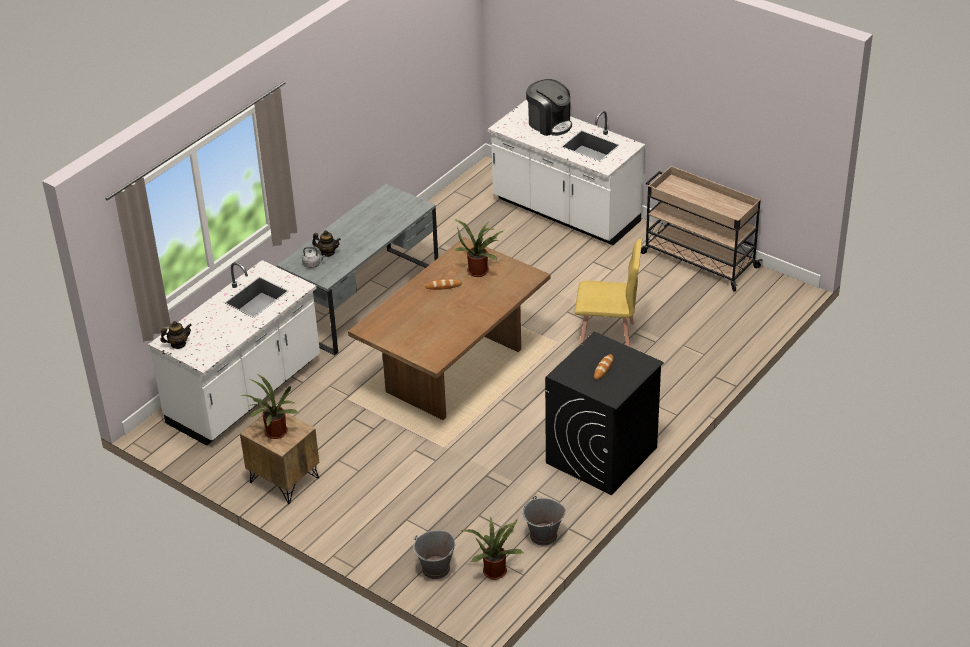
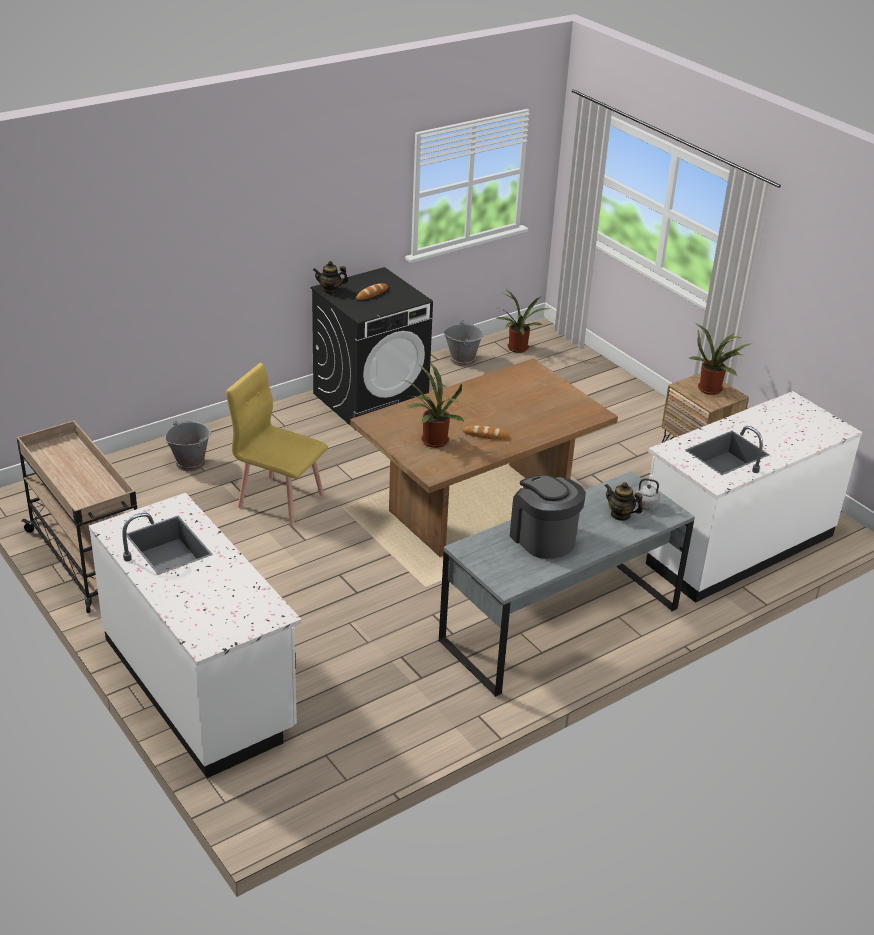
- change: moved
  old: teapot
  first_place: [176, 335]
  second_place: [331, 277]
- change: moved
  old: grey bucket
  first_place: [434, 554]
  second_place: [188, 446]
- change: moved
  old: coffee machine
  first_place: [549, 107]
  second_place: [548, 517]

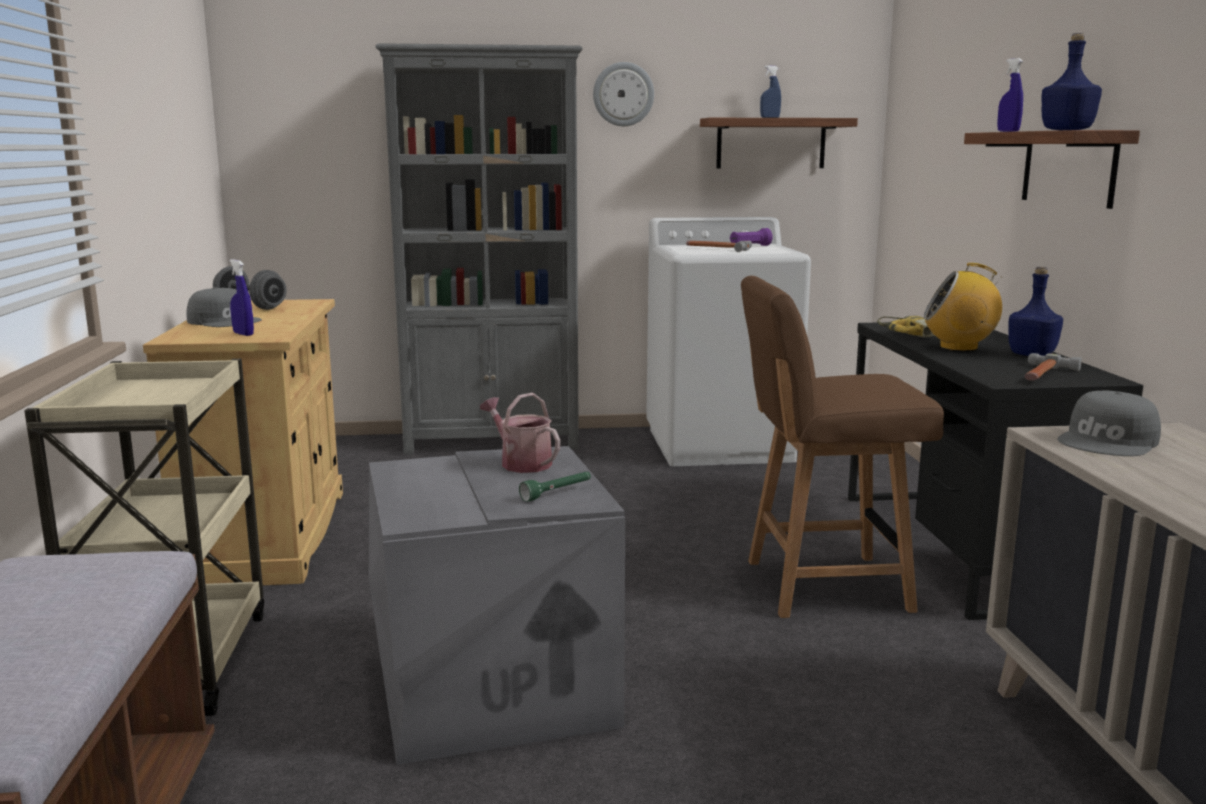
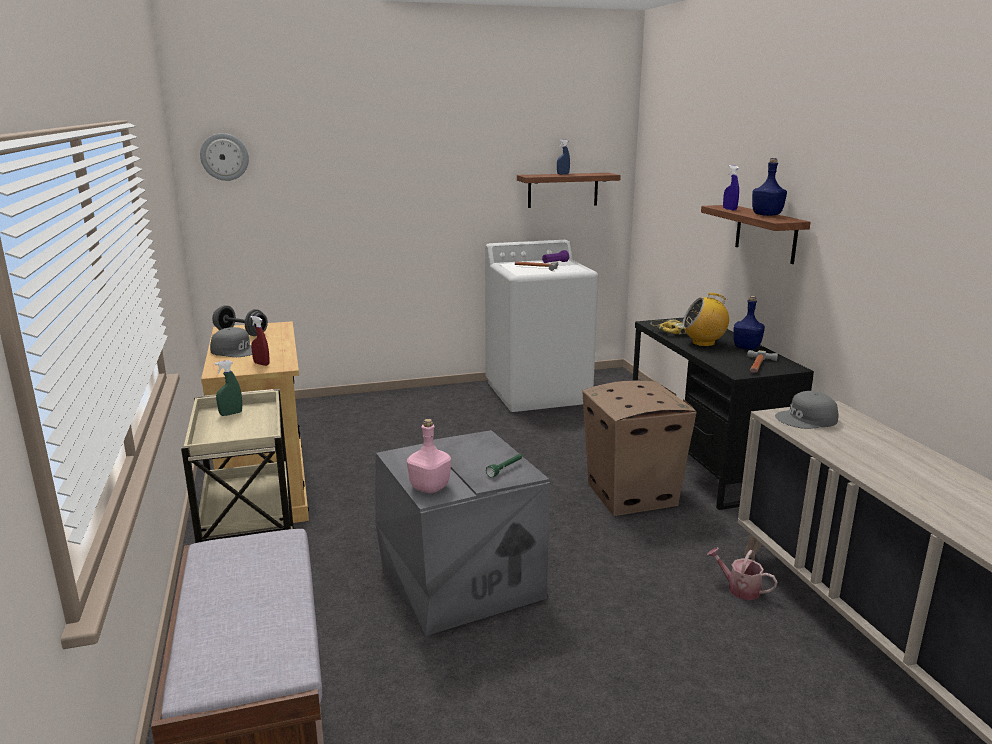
- change: removed
  old: grey bookcase
  first_place: [479, 248]
- change: added
  new: green spray bottle
  second_place: [228, 388]
- change: added
  new: pink bottle
  second_place: [429, 456]
- change: moved
  old: watering can
  first_place: [520, 433]
  second_place: [742, 573]
- change: moved
  old: wall clock
  first_place: [623, 94]
  second_place: [224, 157]
- change: replaced
  old: brown chair
  new: cardboard box
  first_place: [842, 447]
  second_place: [639, 448]
- change: recoloured
  old: blue spray bottle
  new: red spray bottle
  first_place: [241, 297]
  second_place: [260, 341]
- change: turned
  old: grey cap
  first_place: [1109, 423]
  second_place: [806, 410]
  degrees: 45

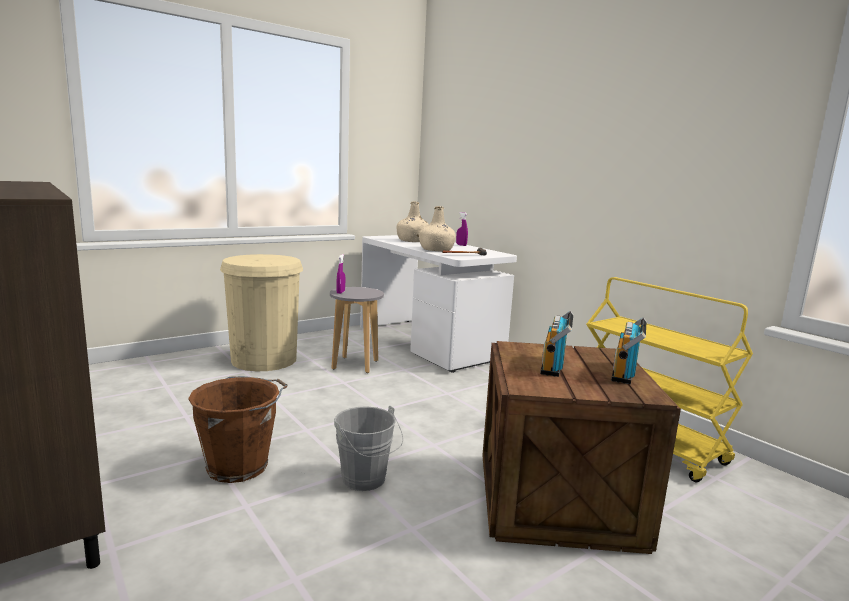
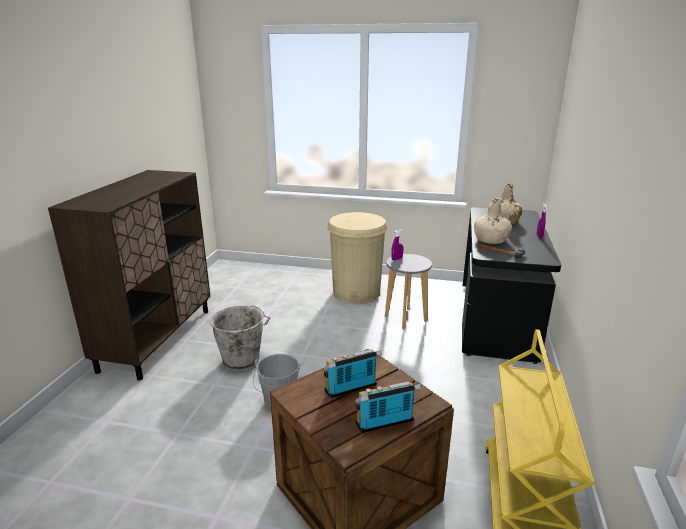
- change: recoloured
  old: brown bucket
  new: grey bucket
  first_place: [238, 429]
  second_place: [240, 338]
- change: recoloured
  old: white desk
  new: black desk
  first_place: [438, 304]
  second_place: [511, 285]

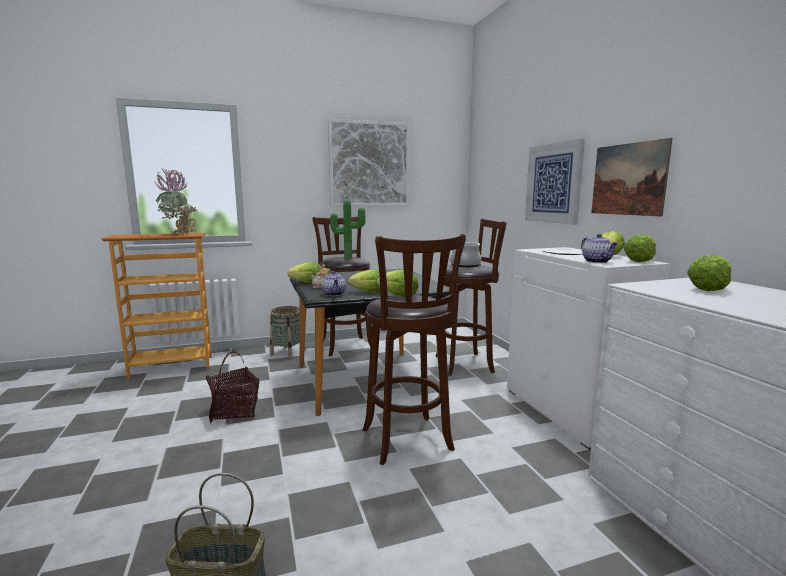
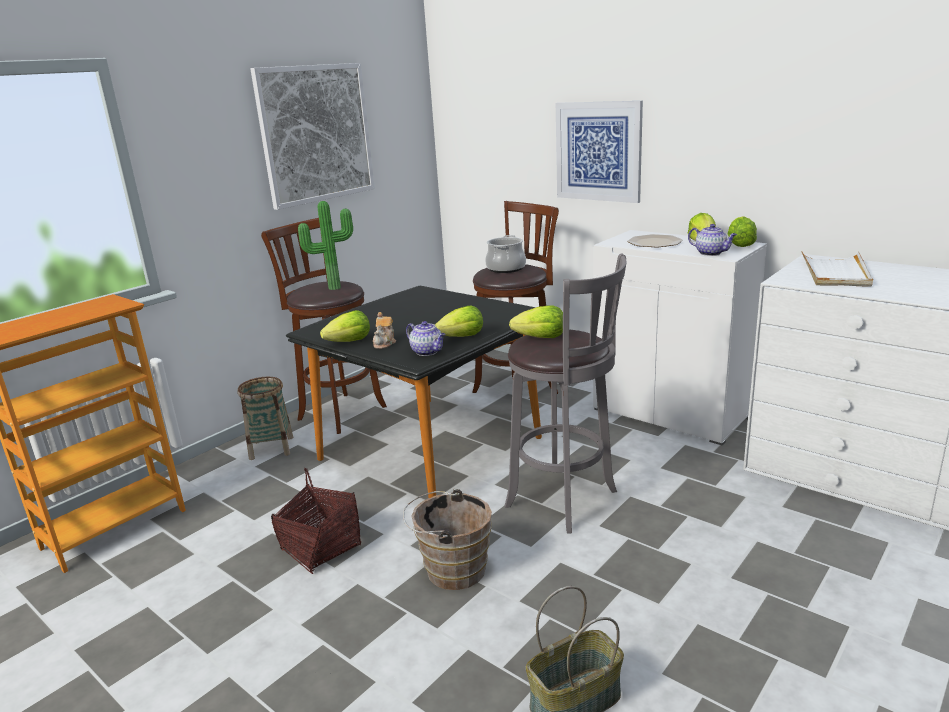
- change: removed
  old: potted plant
  first_place: [176, 201]
- change: removed
  old: picture
  first_place: [632, 177]
- change: added
  new: brown bucket
  second_place: [447, 539]
- change: replaced
  old: lettuce
  new: white tray
  first_place: [709, 273]
  second_place: [837, 269]
- change: recoloured
  old: brown stool
  new: grey stool
  first_place: [414, 349]
  second_place: [566, 393]

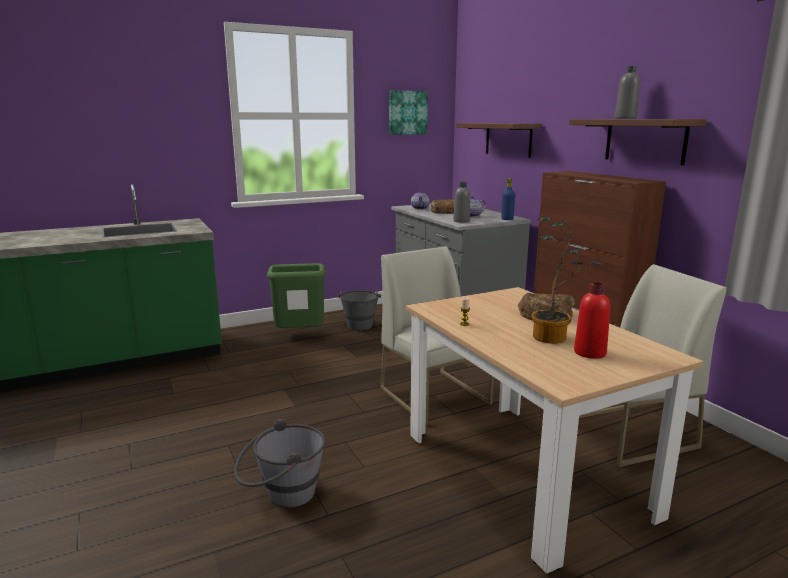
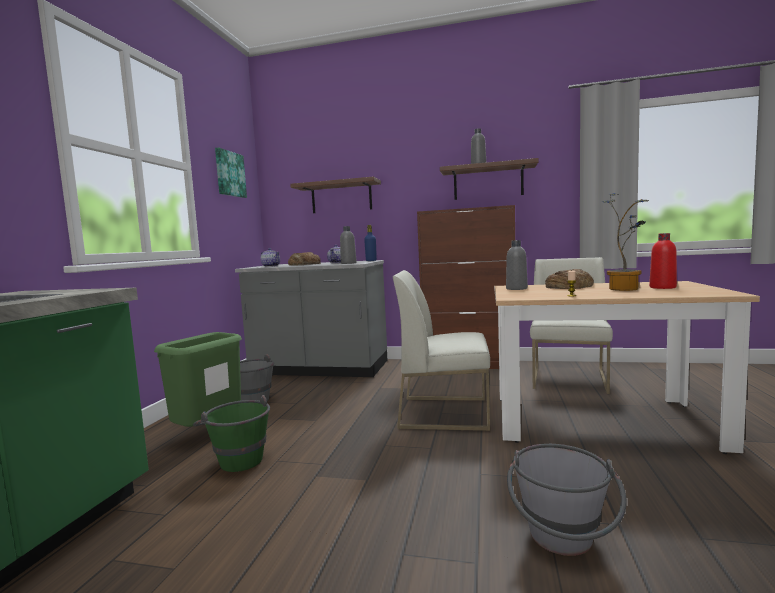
- change: added
  new: green bucket
  second_place: [231, 433]
- change: added
  new: grey bottle
  second_place: [517, 265]

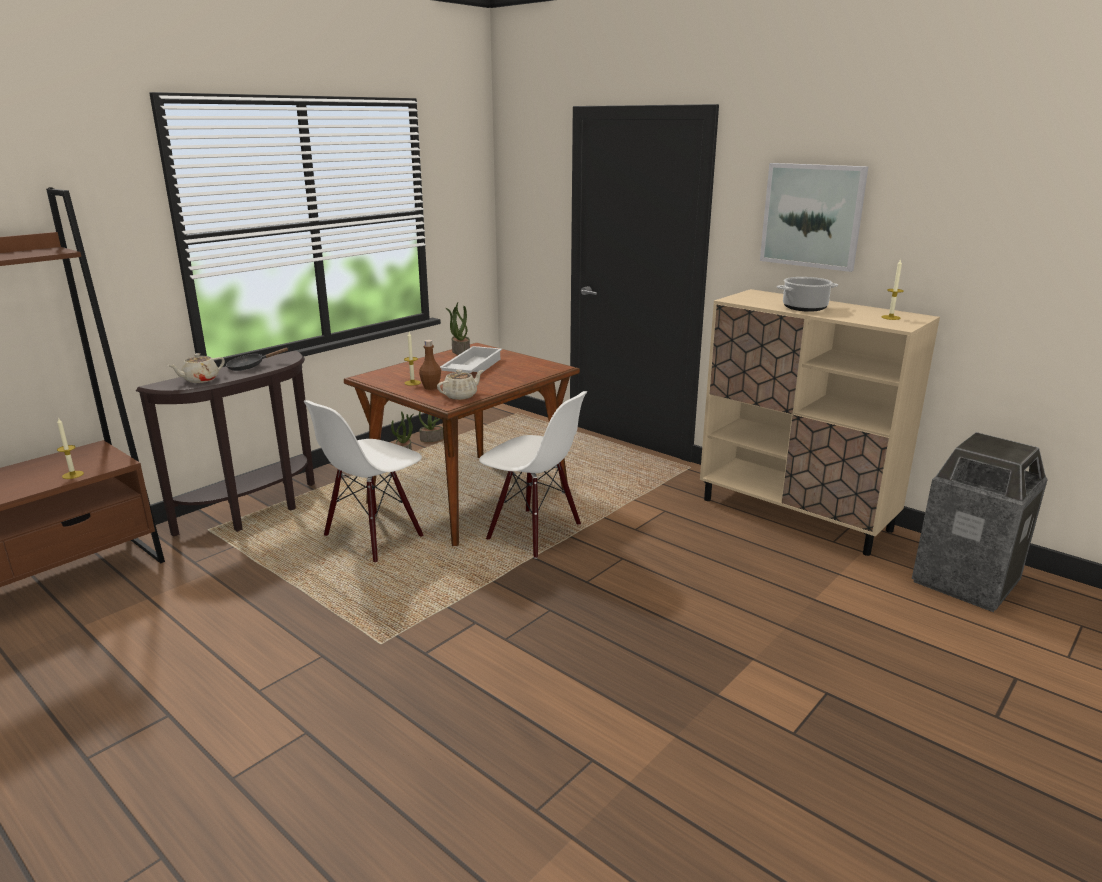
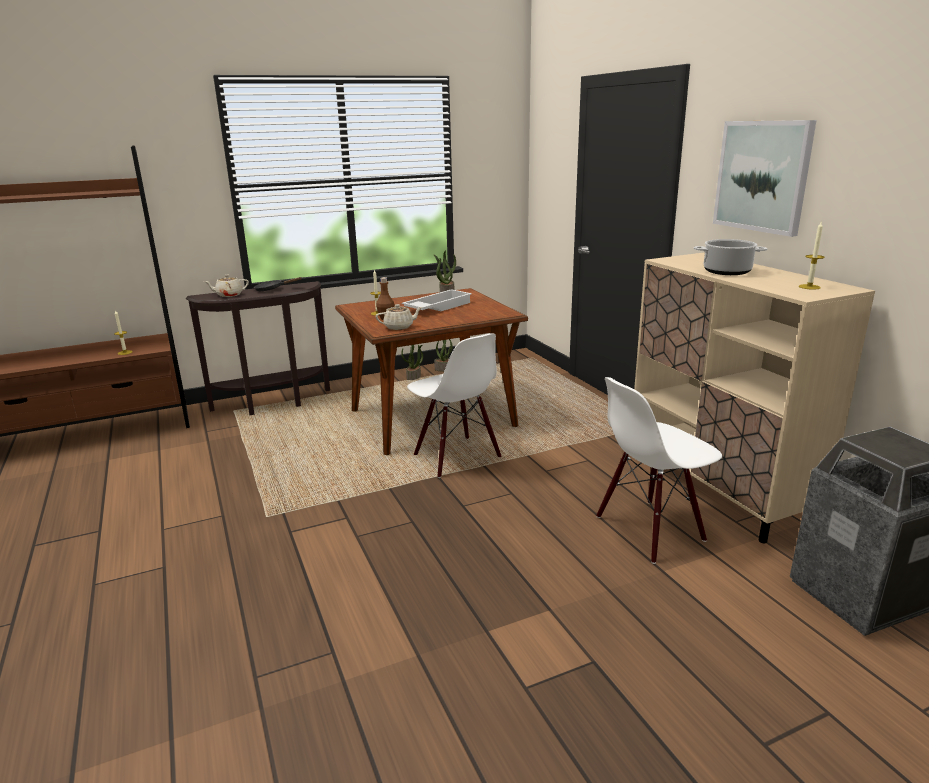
- change: moved
  old: white chair
  first_place: [364, 481]
  second_place: [659, 470]

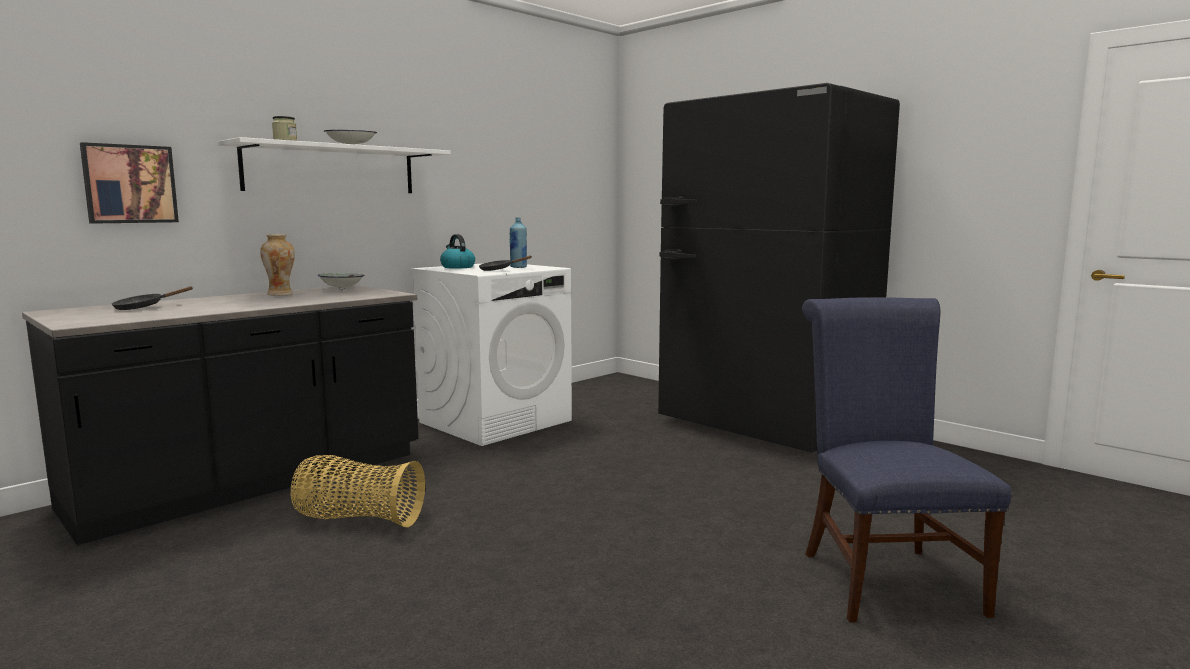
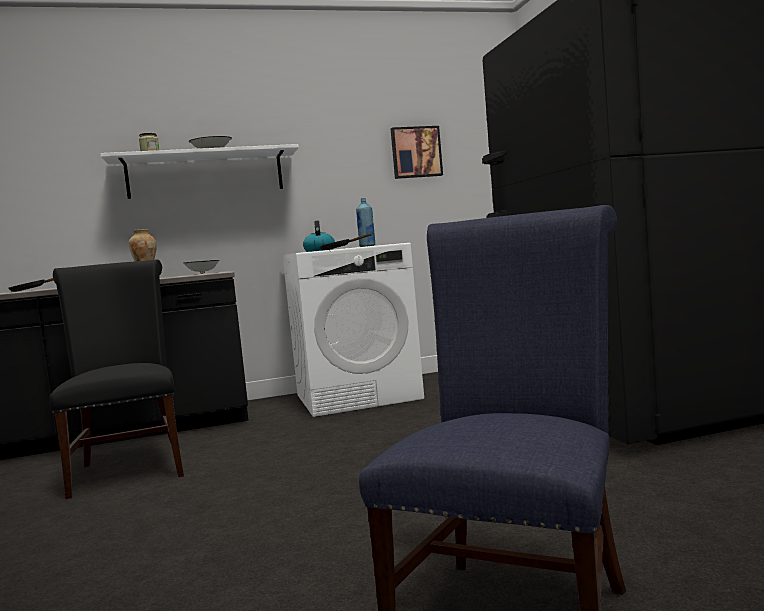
- change: moved
  old: picture
  first_place: [129, 183]
  second_place: [417, 152]
- change: replaced
  old: basket
  new: black chair
  first_place: [358, 491]
  second_place: [117, 379]

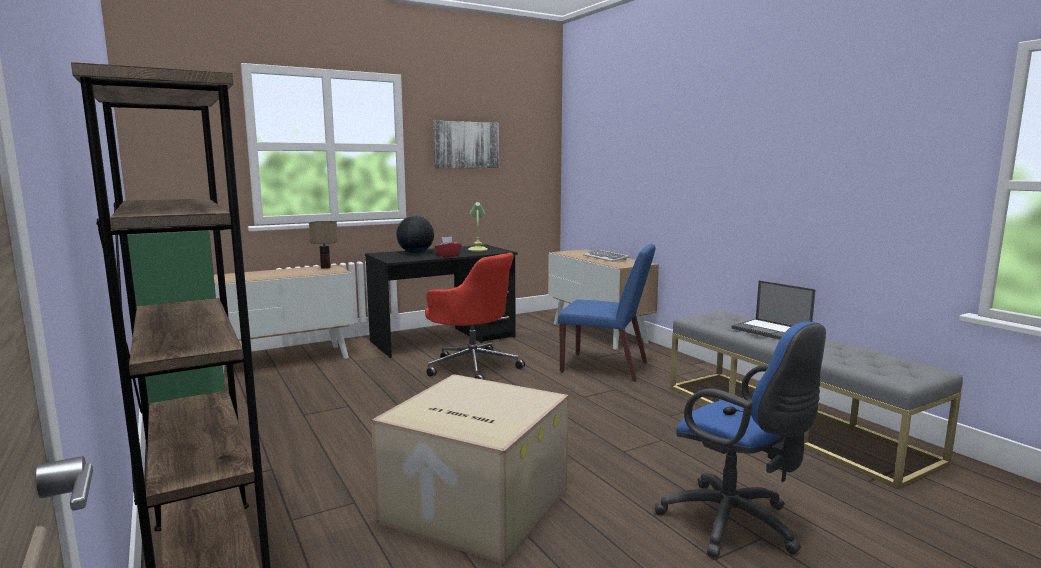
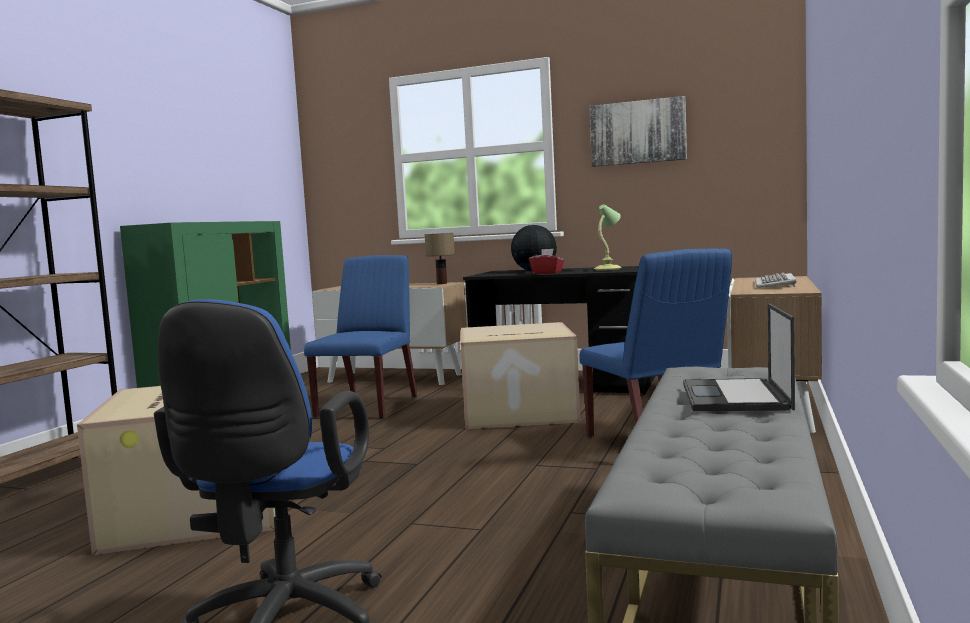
- change: added
  new: blue chair
  second_place: [360, 337]
- change: replaced
  old: red office chair
  new: cardboard box
  first_place: [475, 316]
  second_place: [520, 375]

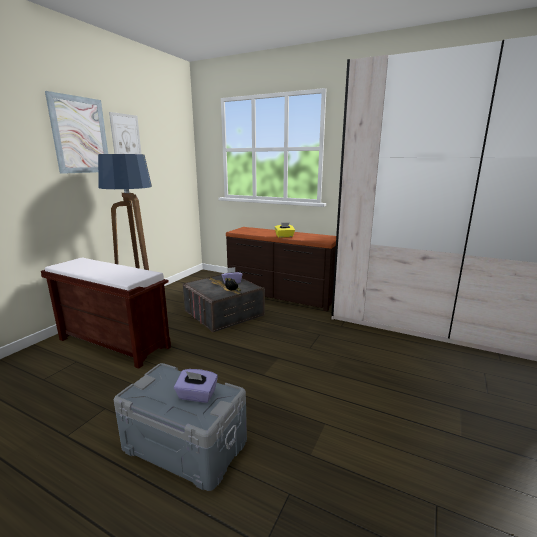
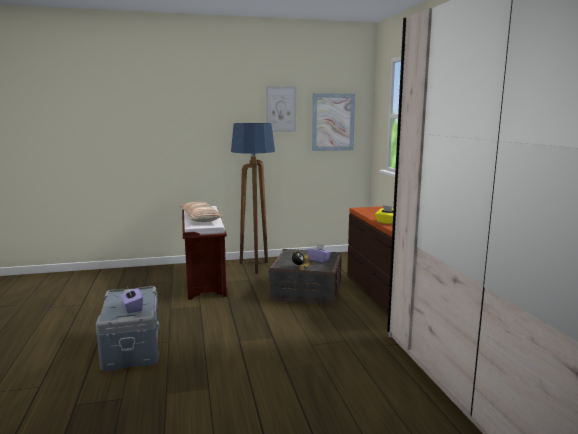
- change: added
  new: pillow
  second_place: [201, 212]
- change: moved
  old: picture
  first_place: [76, 132]
  second_place: [333, 122]

